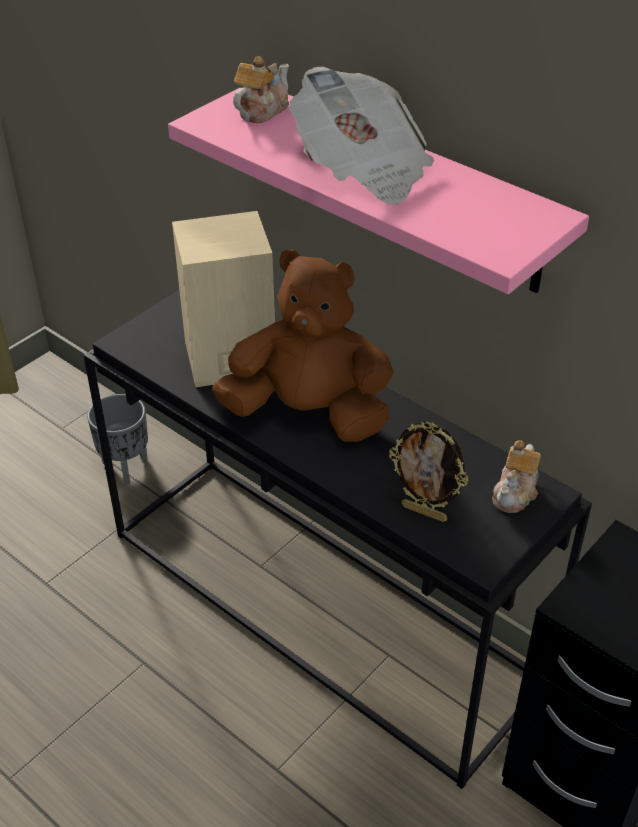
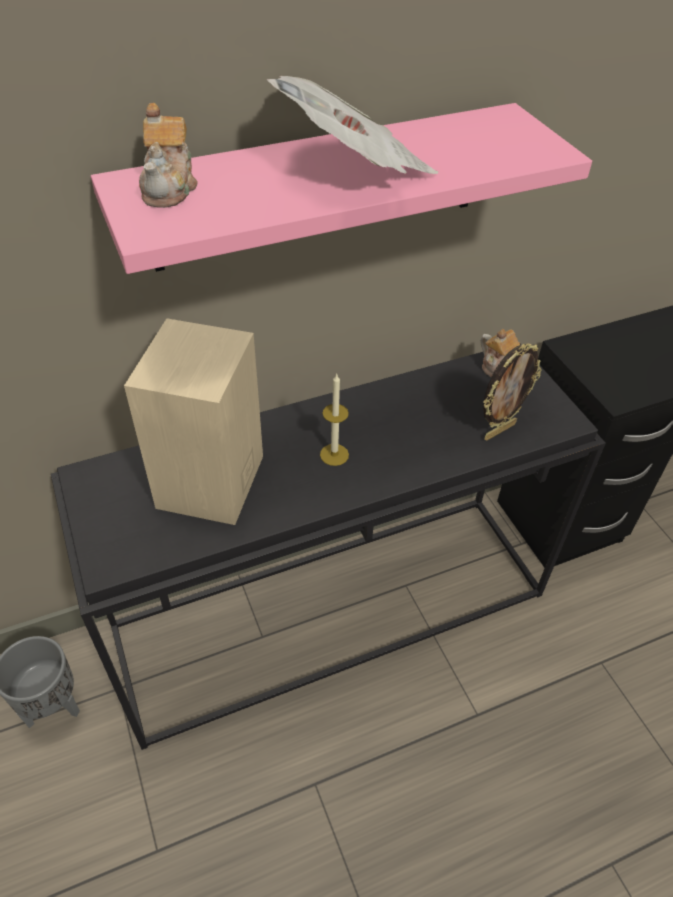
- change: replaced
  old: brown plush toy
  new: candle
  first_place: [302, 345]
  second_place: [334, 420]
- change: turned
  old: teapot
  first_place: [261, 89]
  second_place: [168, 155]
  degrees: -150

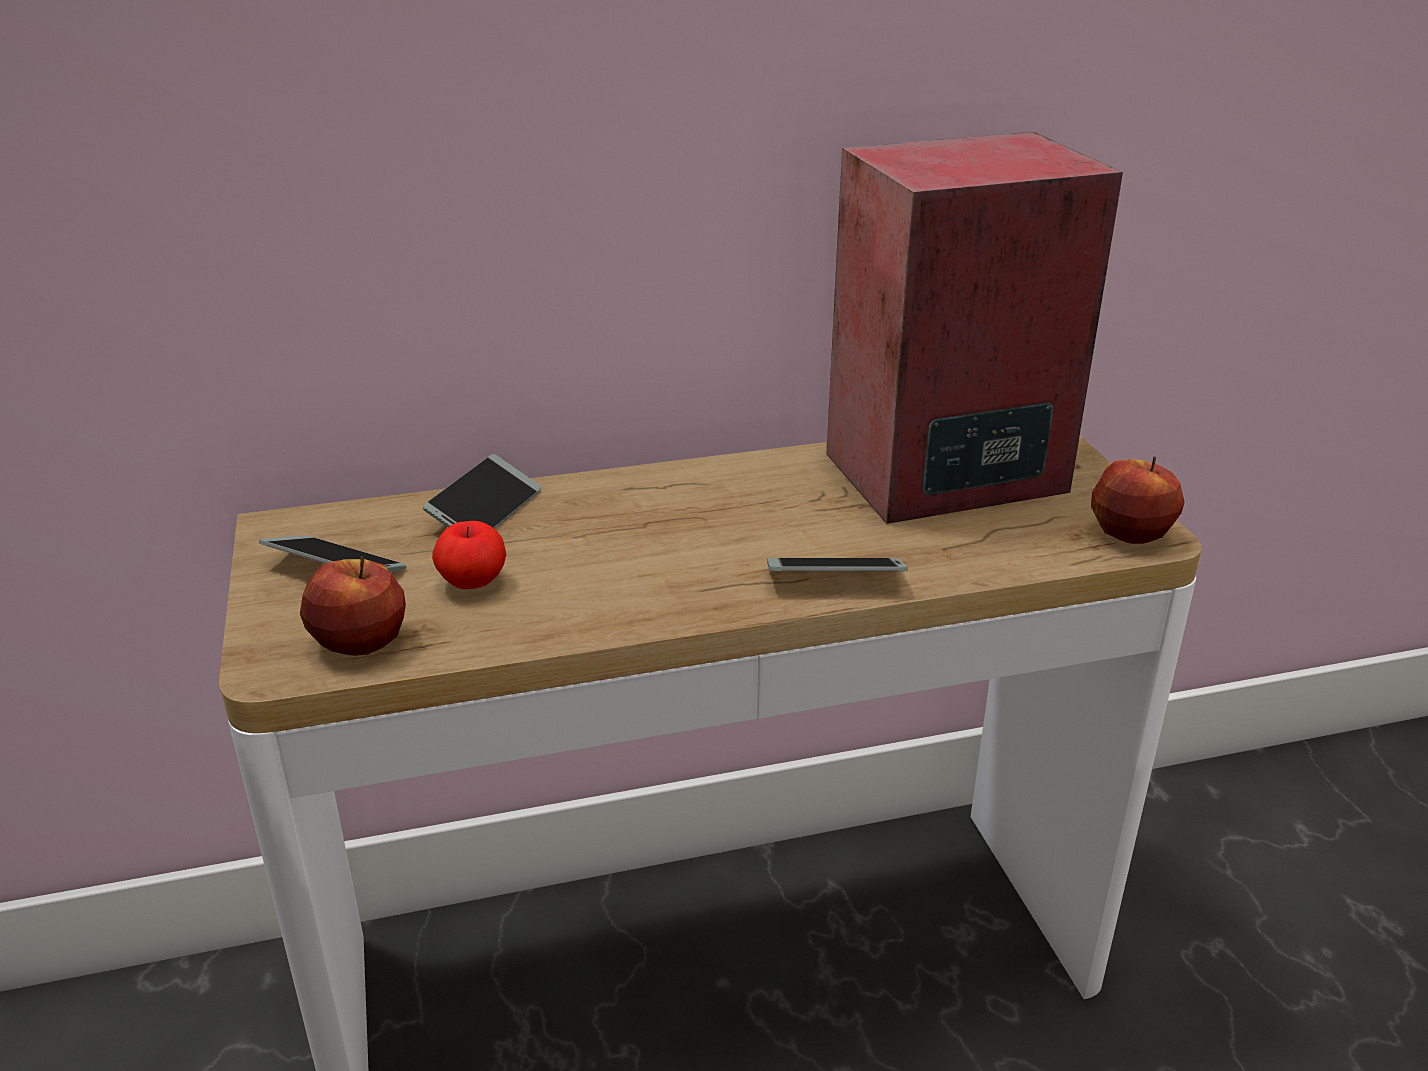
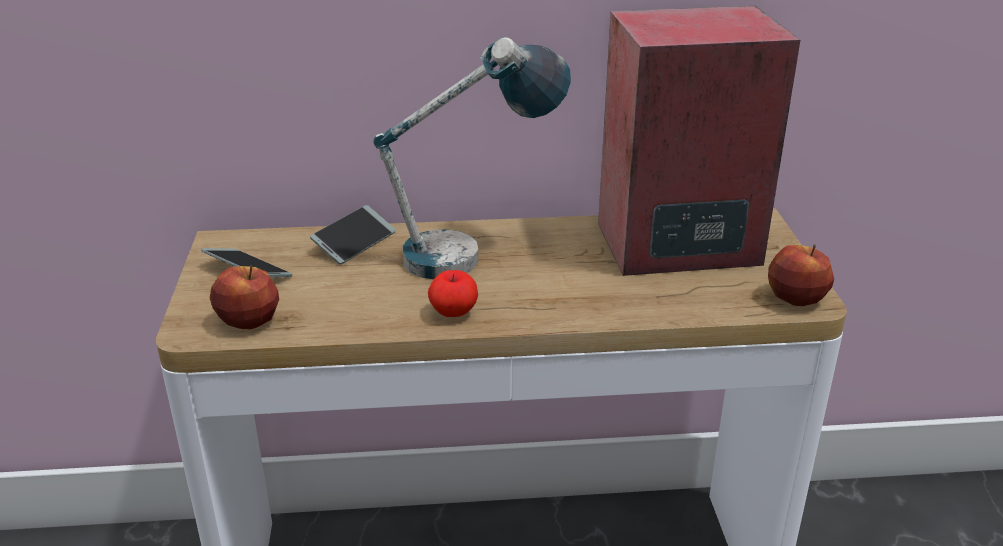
- change: removed
  old: phone
  first_place: [837, 564]
- change: added
  new: table lamp
  second_place: [472, 158]
- change: moved
  old: apple
  first_place: [469, 555]
  second_place: [453, 293]

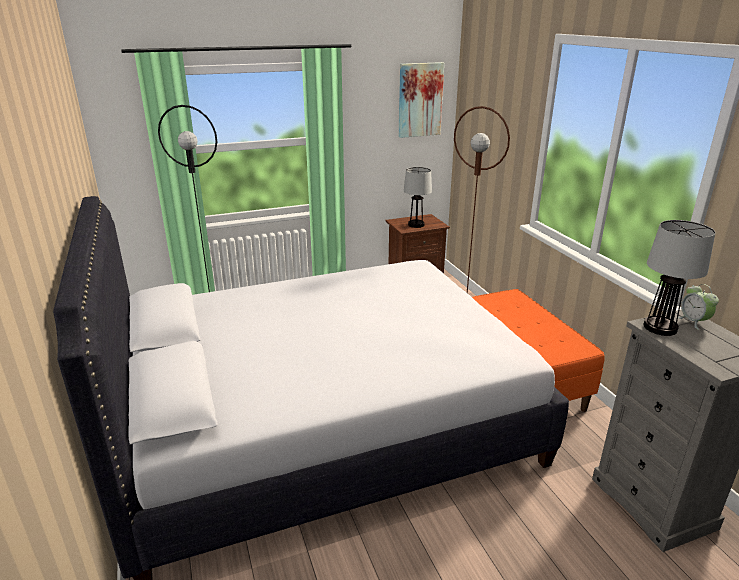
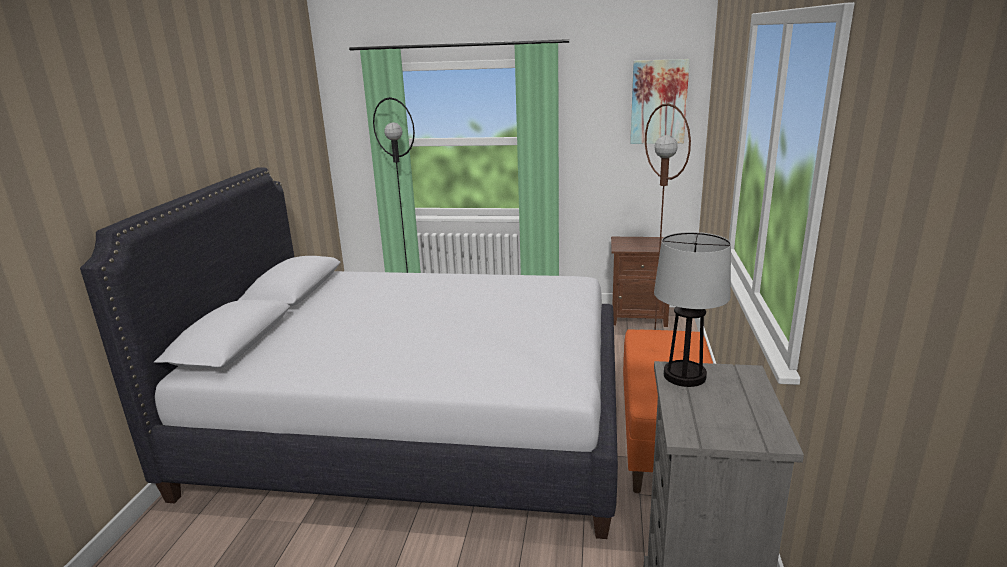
- change: removed
  old: table lamp
  first_place: [418, 197]
- change: removed
  old: alarm clock
  first_place: [698, 307]

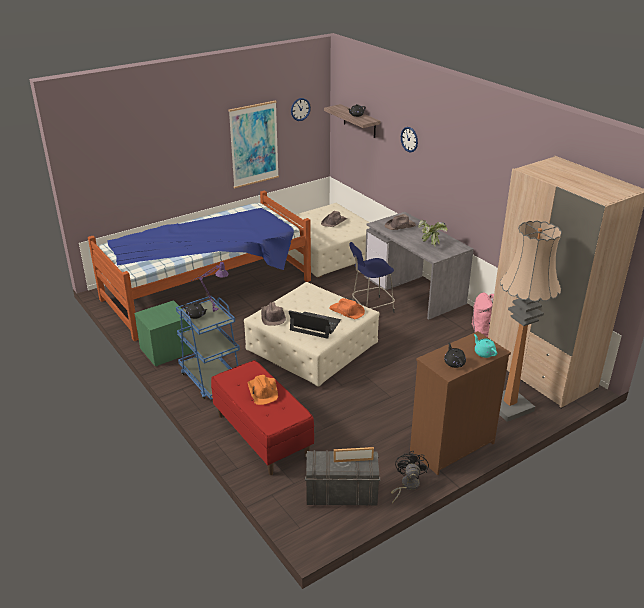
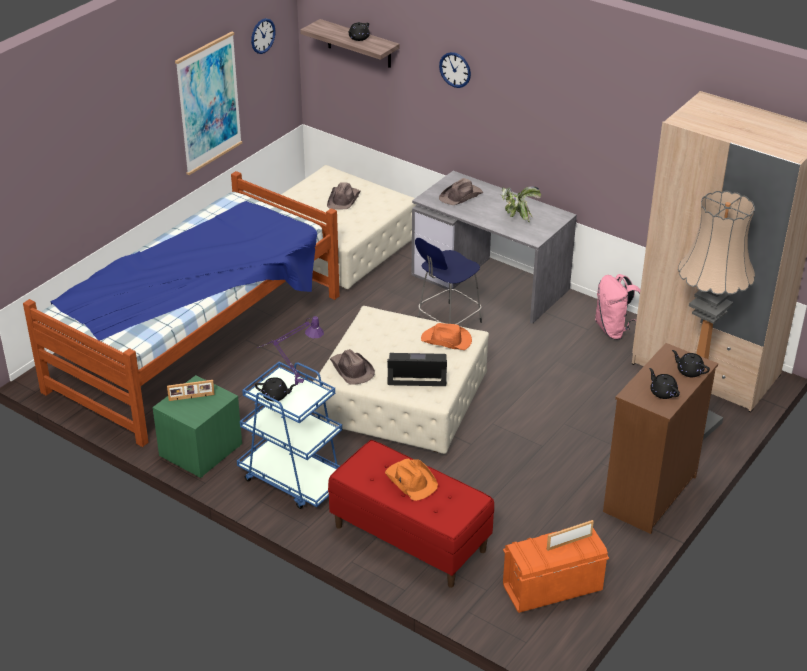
- change: removed
  old: black fan
  first_place: [410, 477]
- change: added
  new: picture frame
  second_place: [191, 390]
- change: recoloured
  old: grey storage box
  new: orange storage box
  first_place: [342, 477]
  second_place: [556, 570]
- change: recoloured
  old: turquoise teapot
  new: black teapot
  first_place: [485, 346]
  second_place: [691, 363]

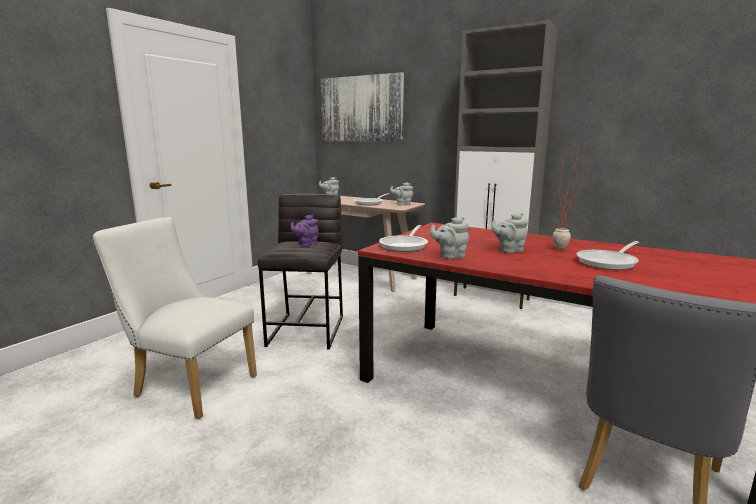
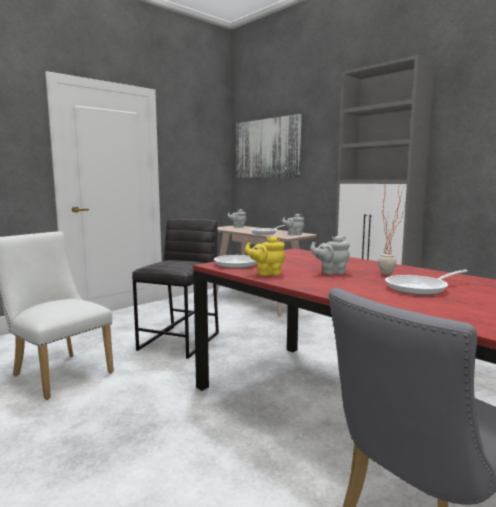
- change: removed
  old: purple teapot
  first_place: [305, 231]
- change: recoloured
  old: grey teapot
  new: yellow teapot
  first_place: [449, 238]
  second_place: [265, 256]

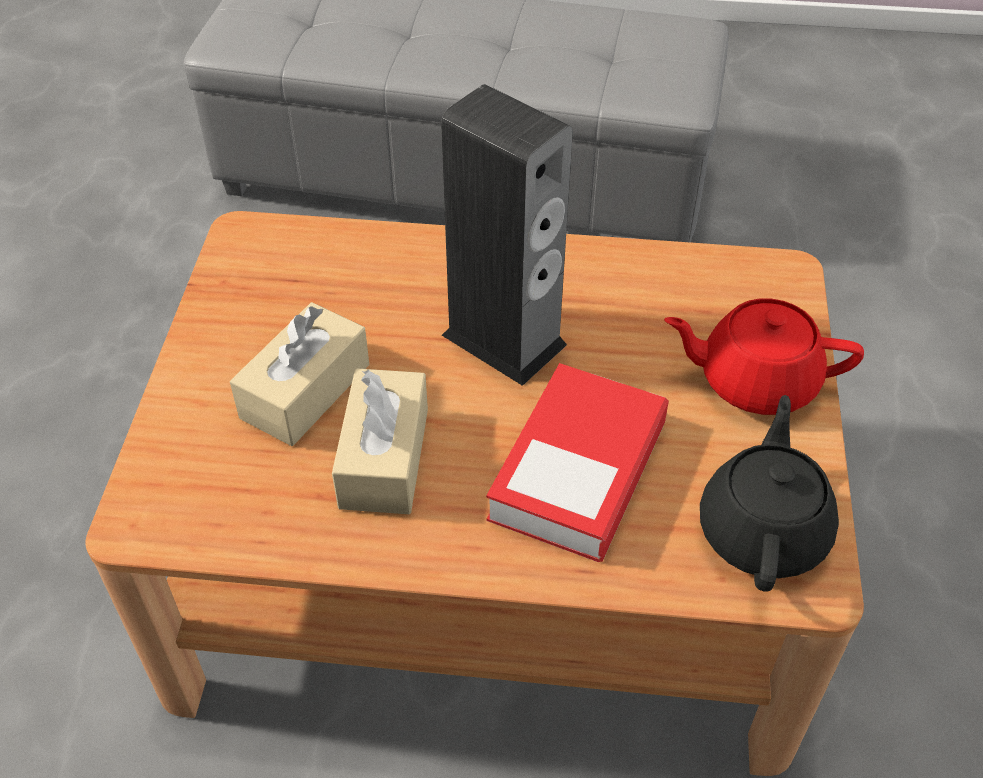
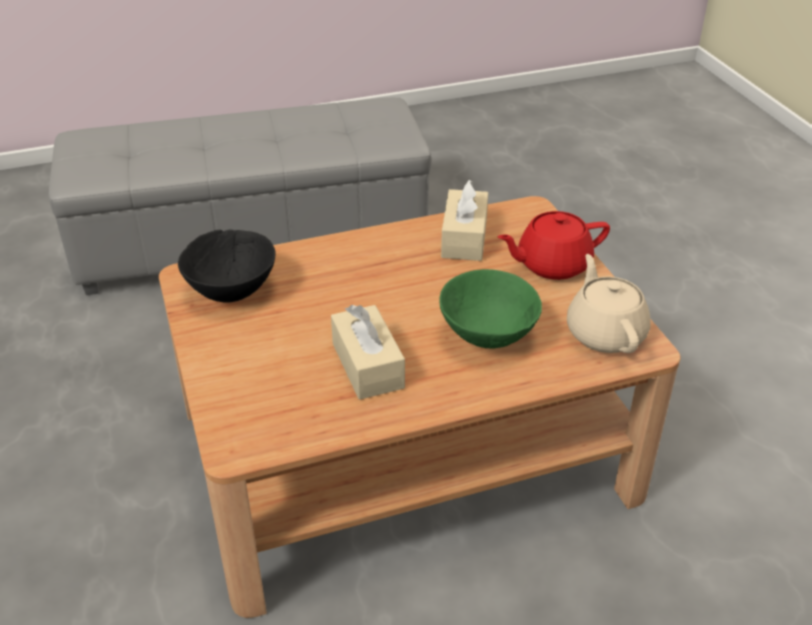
- change: removed
  old: speaker
  first_place: [507, 235]
- change: added
  new: black bowl
  second_place: [227, 266]
- change: moved
  old: beige tissue box
  first_place: [299, 374]
  second_place: [464, 220]
- change: replaced
  old: book
  new: green bowl
  first_place: [577, 462]
  second_place: [490, 309]
- change: recoloured
  old: black teapot
  new: beige teapot
  first_place: [769, 493]
  second_place: [609, 303]

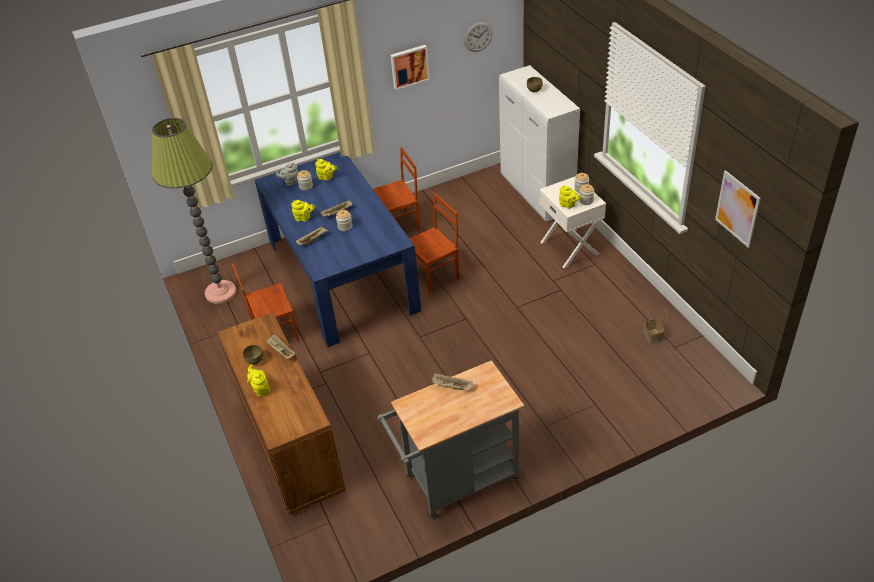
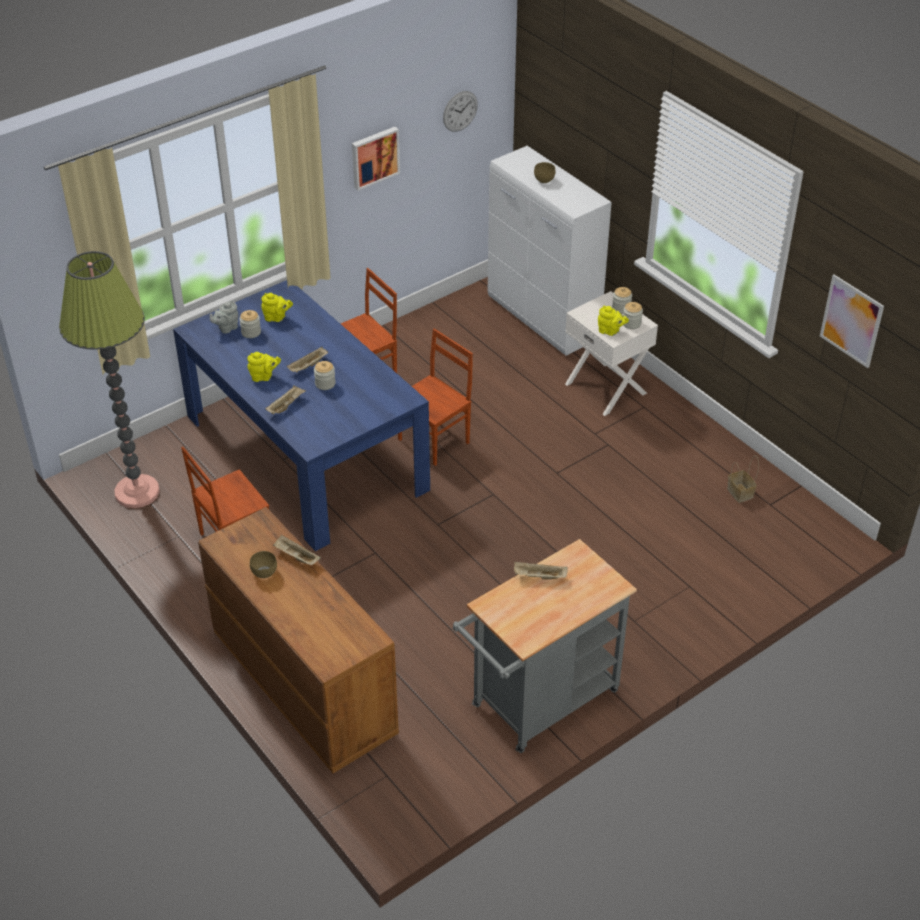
- change: removed
  old: yellow teapot
  first_place: [258, 380]

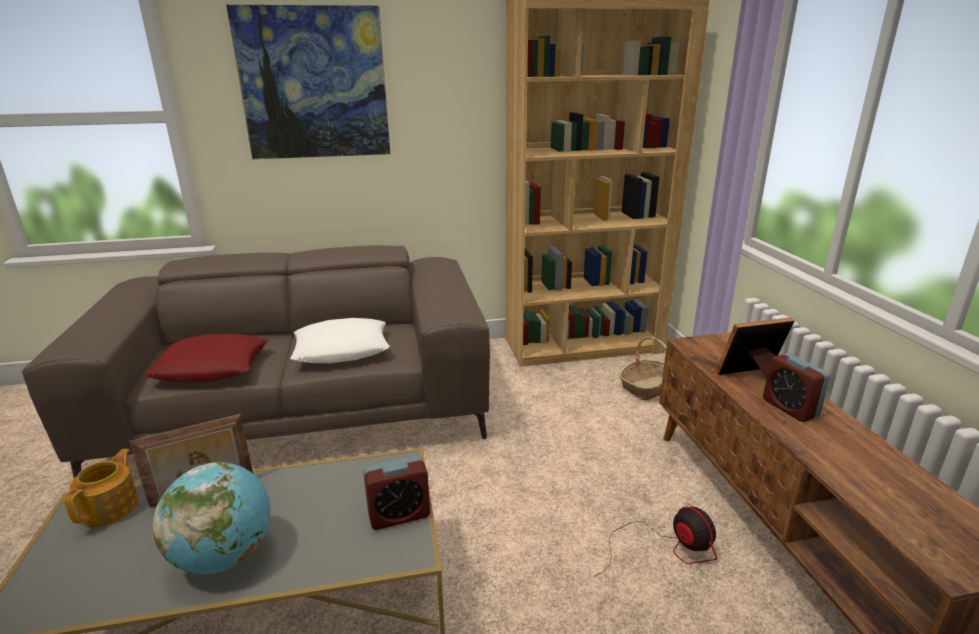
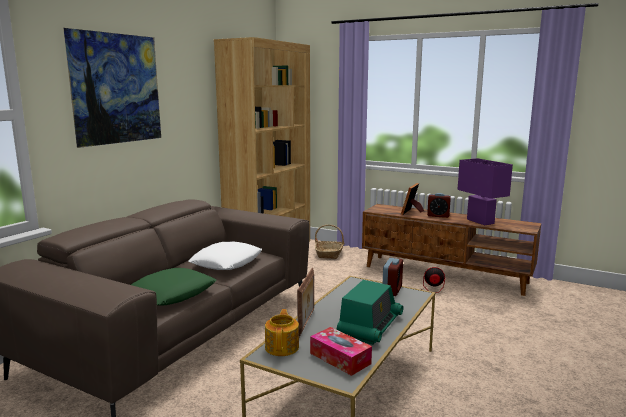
- change: added
  new: tissue box
  second_place: [341, 351]
- change: added
  new: purple table lamp
  second_place: [485, 191]
- change: replaced
  old: globe
  new: radio
  first_place: [212, 518]
  second_place: [370, 312]
- change: recoloured
  old: red pillow
  new: green pillow
  first_place: [205, 358]
  second_place: [173, 287]
- change: turned
  old: teapot
  first_place: [101, 488]
  second_place: [282, 332]
  degrees: 45

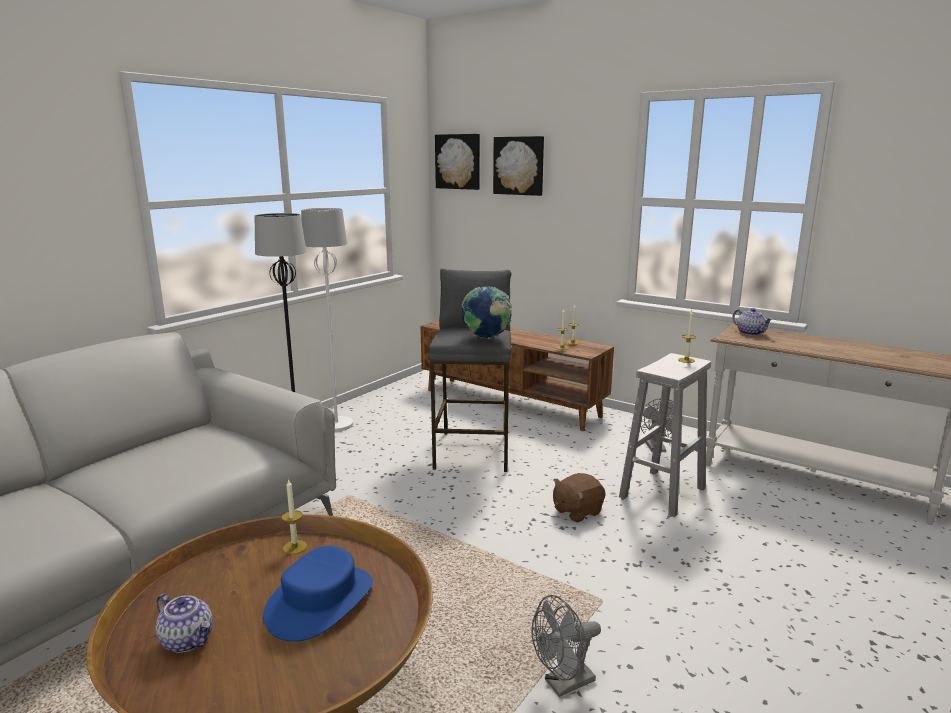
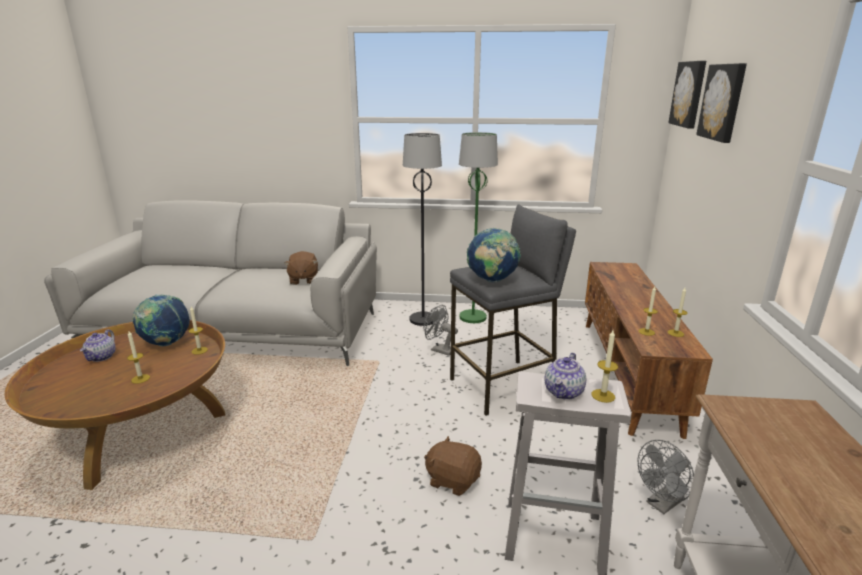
- change: added
  new: globe
  second_place: [161, 320]
- change: added
  new: brown plush toy
  second_place: [301, 268]
- change: moved
  old: grey fan
  first_place: [566, 646]
  second_place: [440, 330]
- change: moved
  old: teapot
  first_place: [752, 322]
  second_place: [565, 376]
- change: replaced
  old: blue hat
  new: candle
  first_place: [318, 594]
  second_place: [138, 357]
- change: recoloured
  old: white floor lamp
  new: green floor lamp
  first_place: [327, 320]
  second_place: [478, 227]

